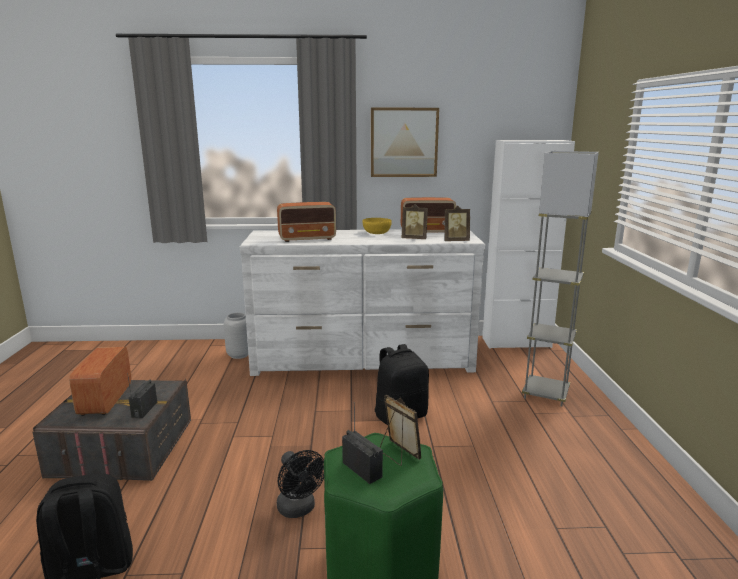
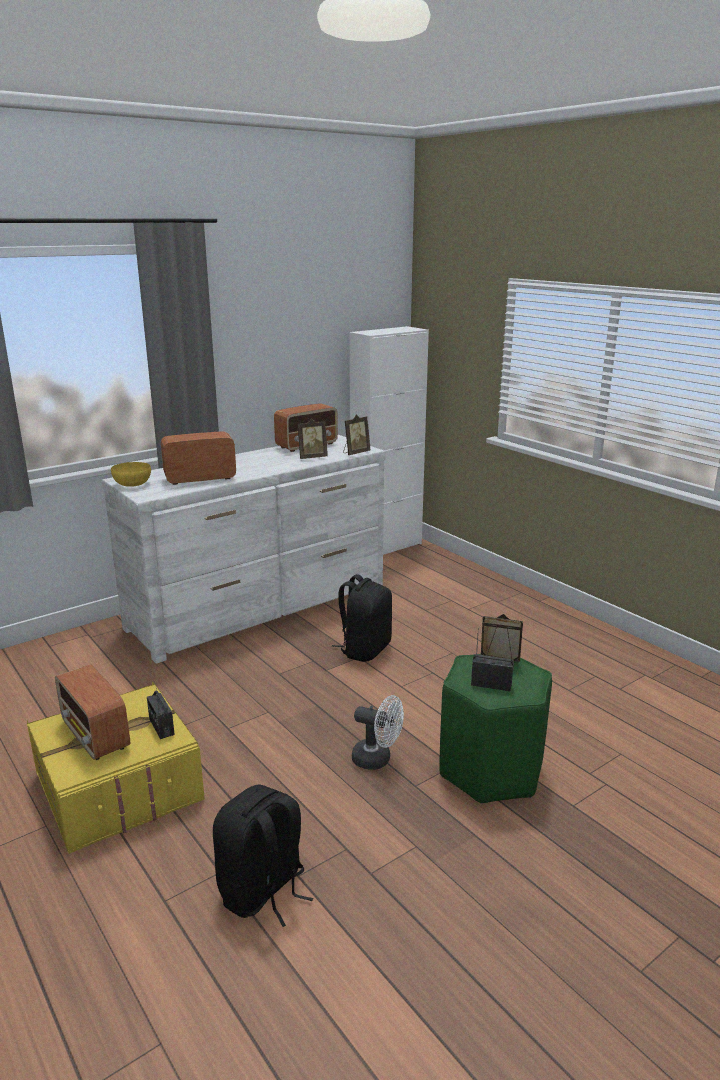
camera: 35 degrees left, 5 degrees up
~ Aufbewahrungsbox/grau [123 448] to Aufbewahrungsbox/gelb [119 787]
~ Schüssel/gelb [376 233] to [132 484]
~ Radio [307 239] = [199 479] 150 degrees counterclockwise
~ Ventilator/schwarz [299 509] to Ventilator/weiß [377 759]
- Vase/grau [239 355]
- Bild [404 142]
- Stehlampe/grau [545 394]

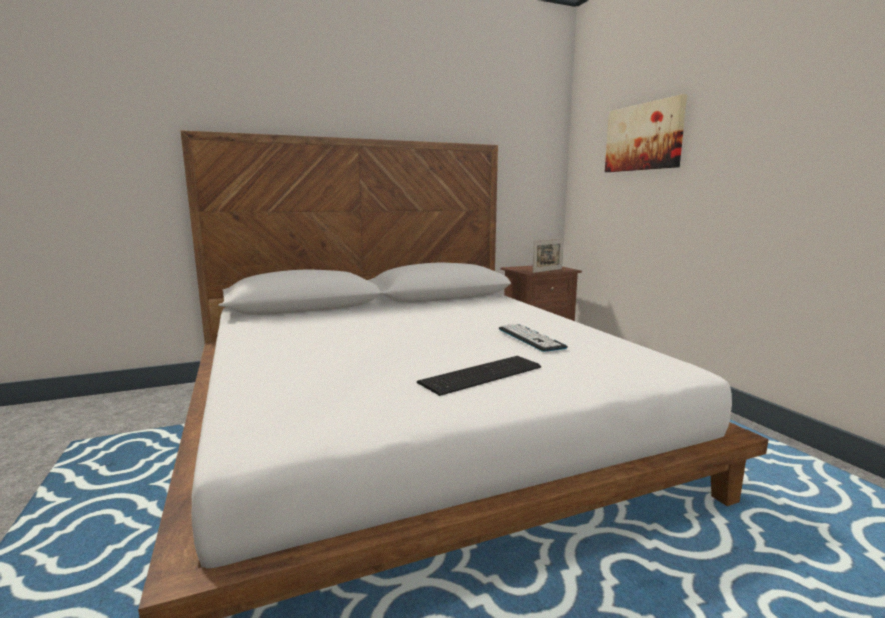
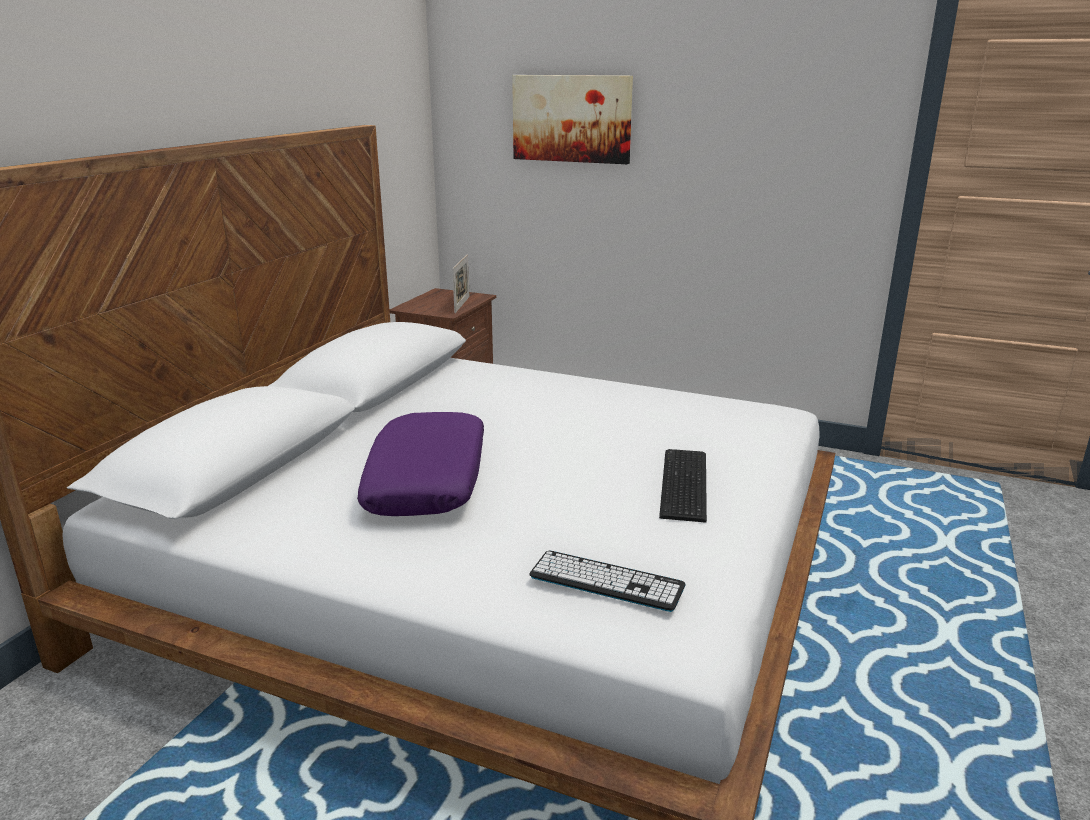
camera: 45 degrees left, 10 degrees up
+ Kissen/lila [428 480]
~ Tastatur [530 338] to [606 581]

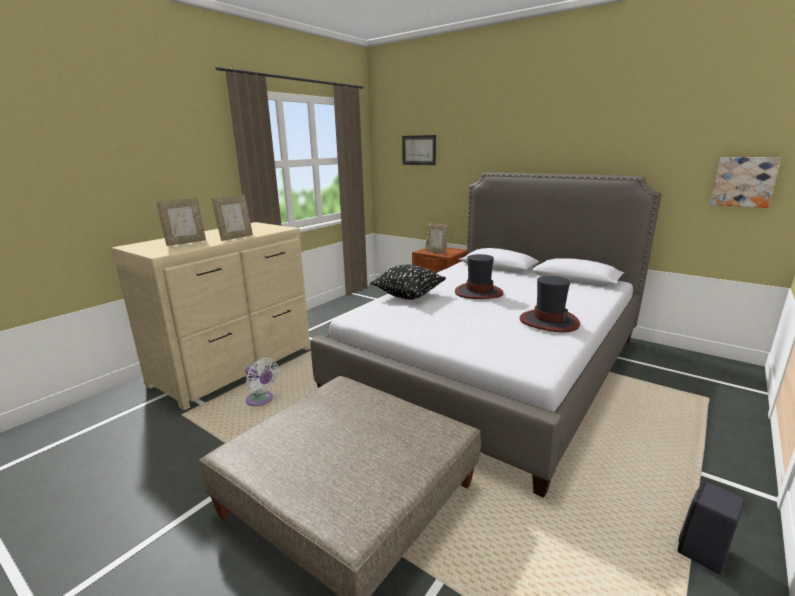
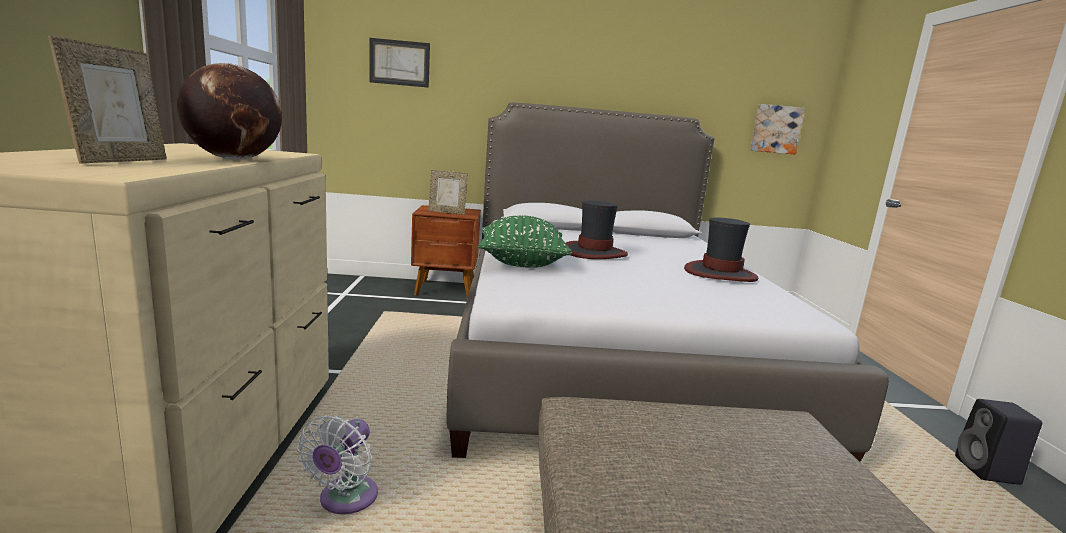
camera: 40 degrees left, 5 degrees down
~ Bilderrahmen [236 237] to Globus [234 159]
~ Ventilator/weiß [261 400] = [345 500] 105 degrees clockwise
~ Kissen/schwarz [408 295] to Kissen/grün [521 263]

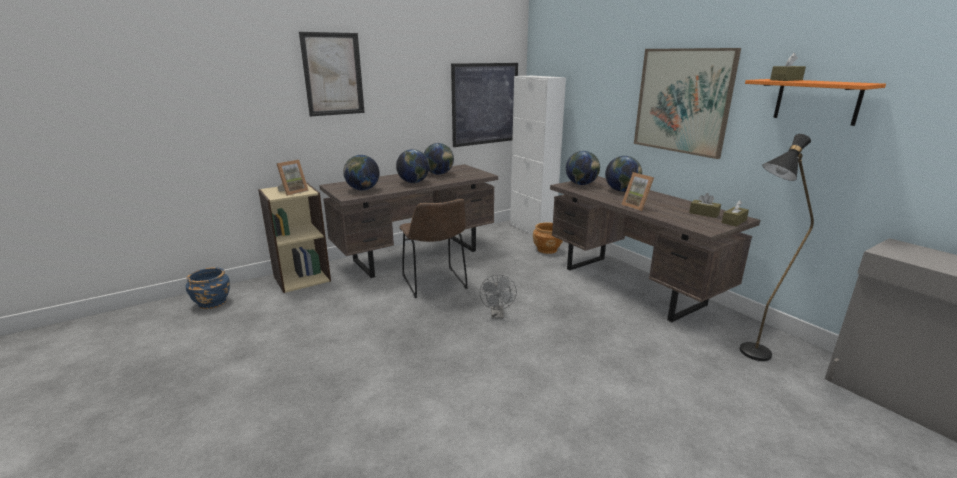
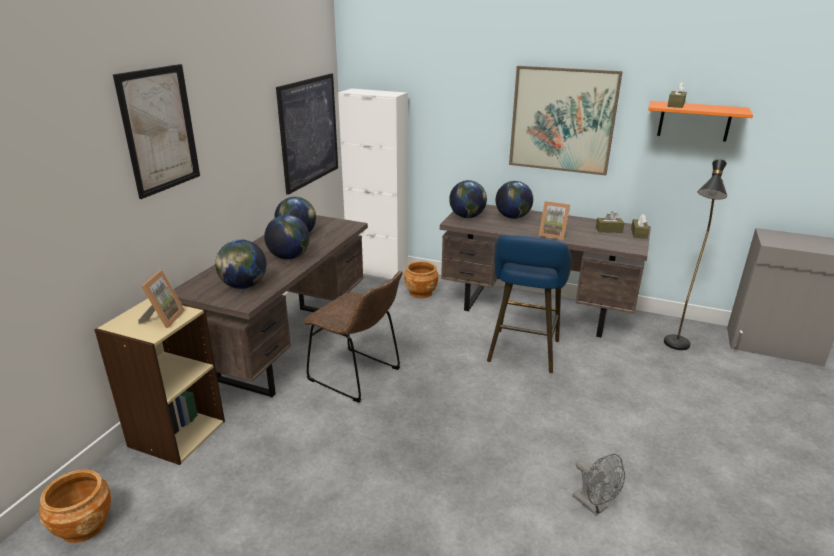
camera: 35 degrees left, 5 degrees up
~ Pflanzkübel/blau [212 302] to Pflanzkübel/braun [83 526]
+ Hocker/blau [523 353]
~ Ventilator/grau [497 315] to [594 505]

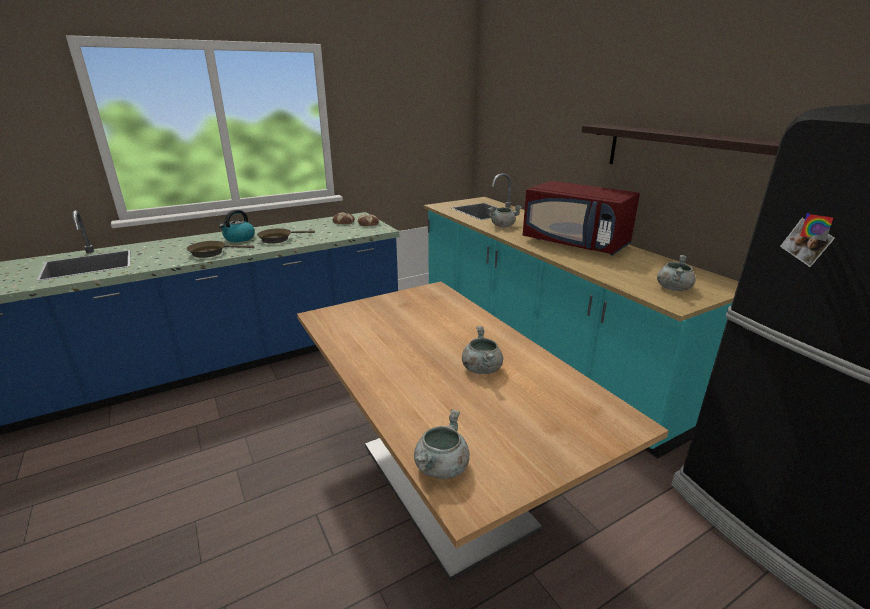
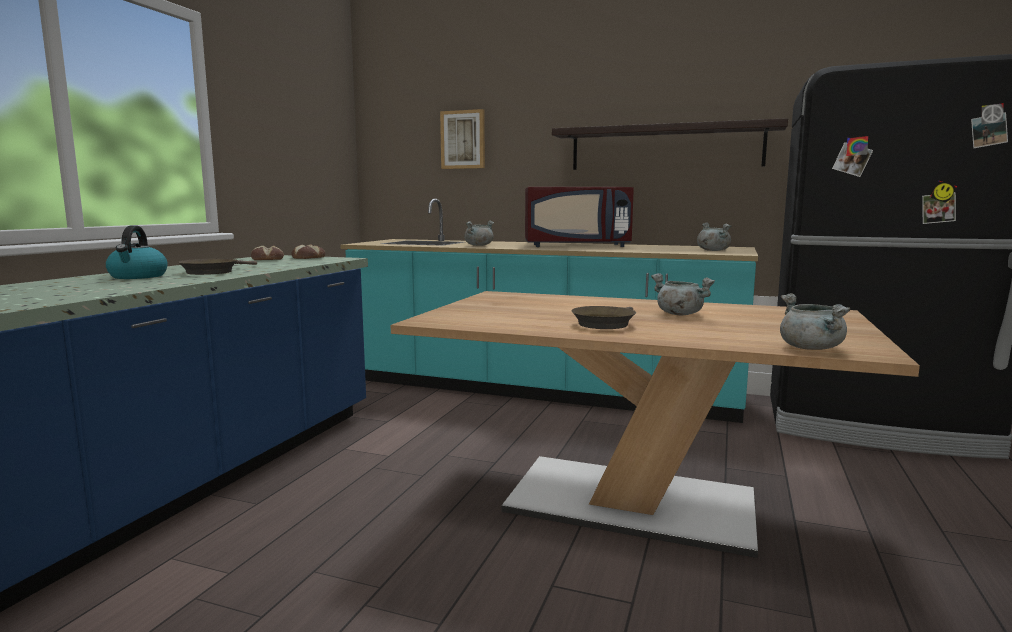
camera: 40 degrees left, 15 degrees down
+ Bild [463 139]
~ Pfanne/braun [211 253] to [605 323]

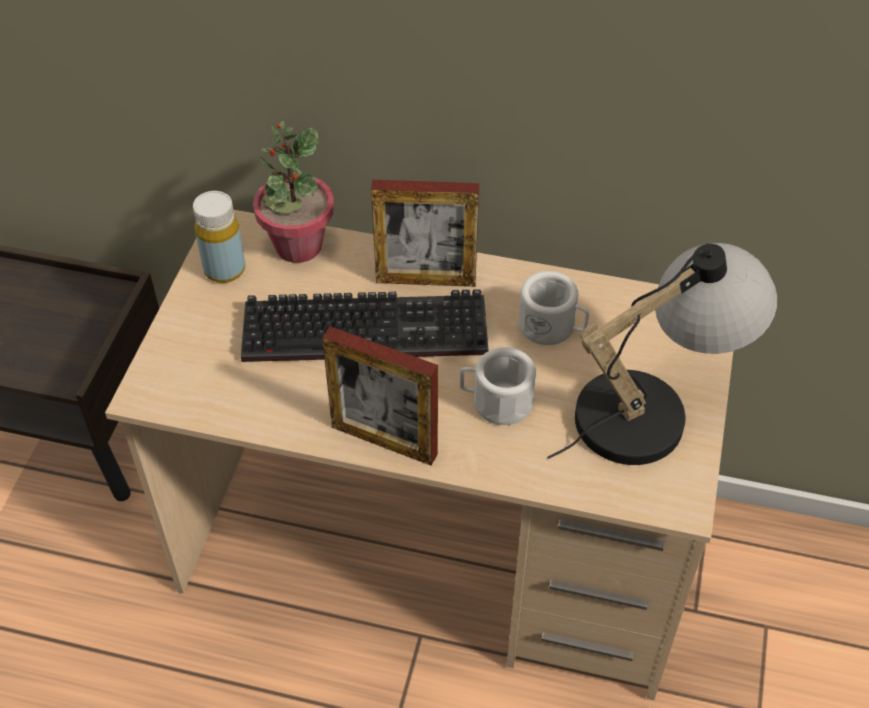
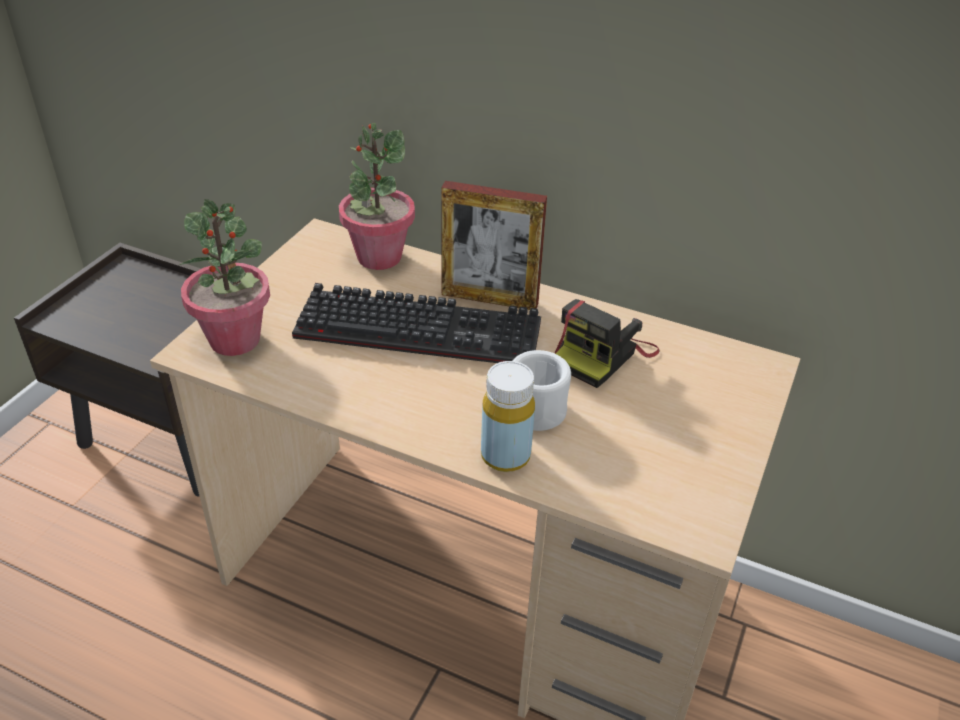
camera: 10 degrees right, 10 degrees down
+ Topfpflanze [235 340]
~ Flasche/gelb [224 269] to [505 456]
~ Henkelbecher/weiß [552 328] to Kamera [603 355]
- Bilderrahmen [384 440]
- Tischlampe [654 408]

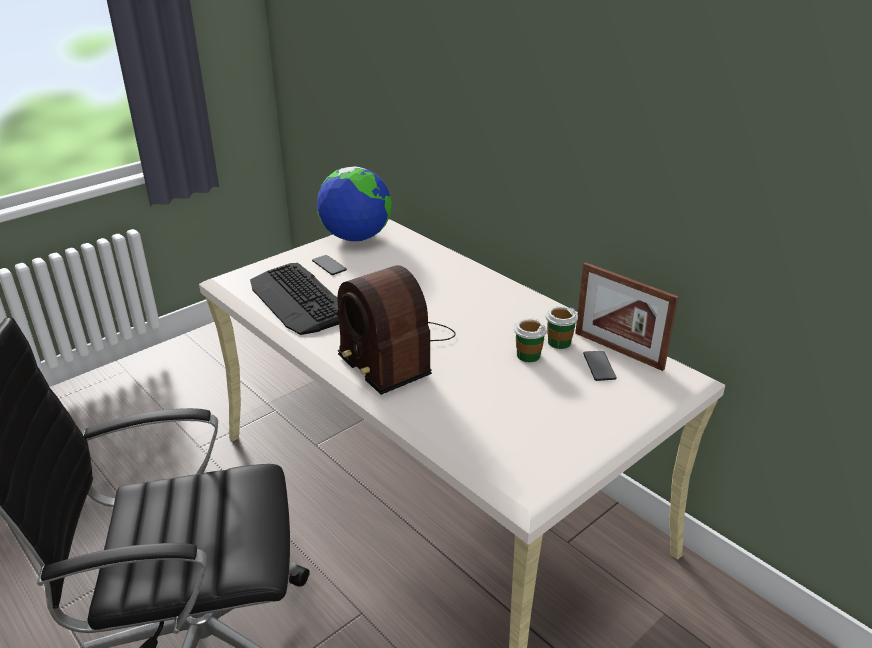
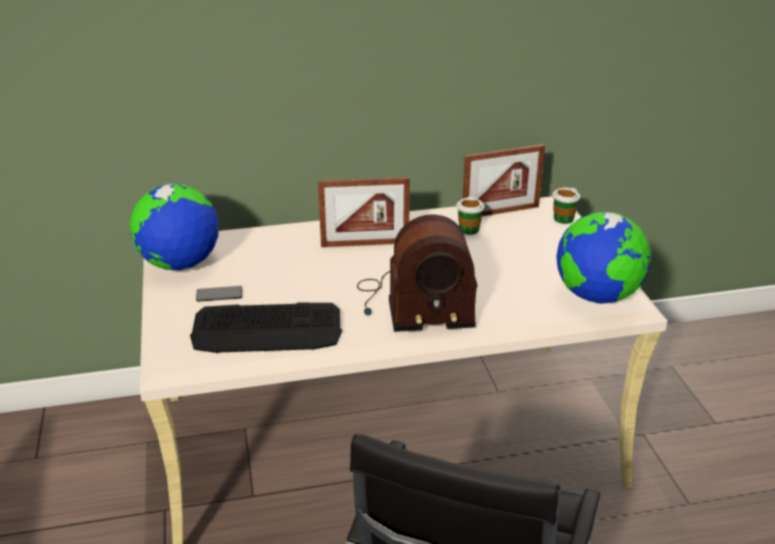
camera: 60 degrees left, 0 degrees up
+ Bilderrahmen [365 244]
~ Tasse [528 355] to [563 219]
+ Globus [597 296]
- Handy [599 366]

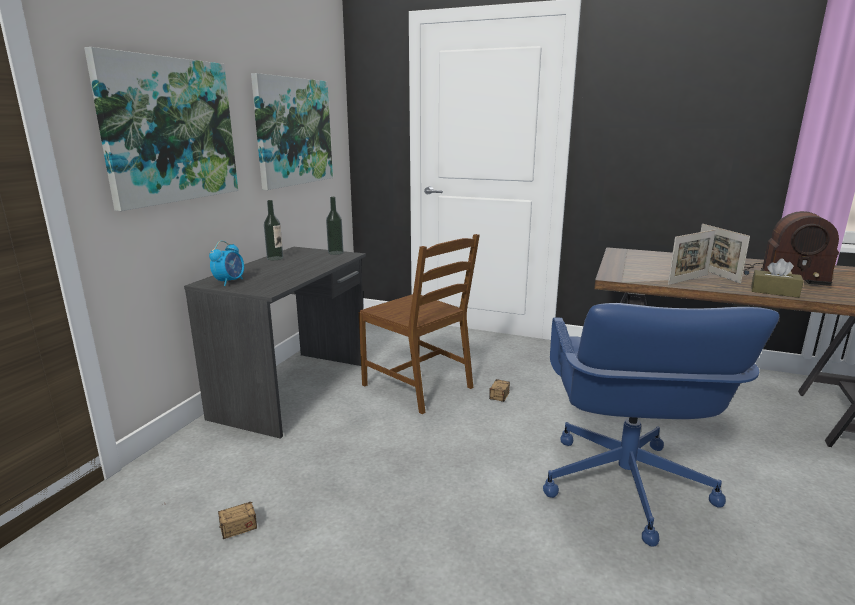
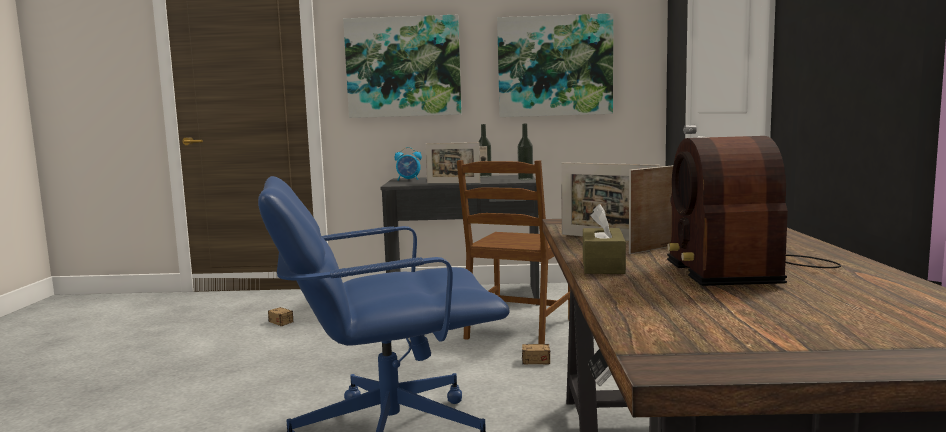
camera: 70 degrees right, 10 degrees down
+ Bilderrahmen [453 183]

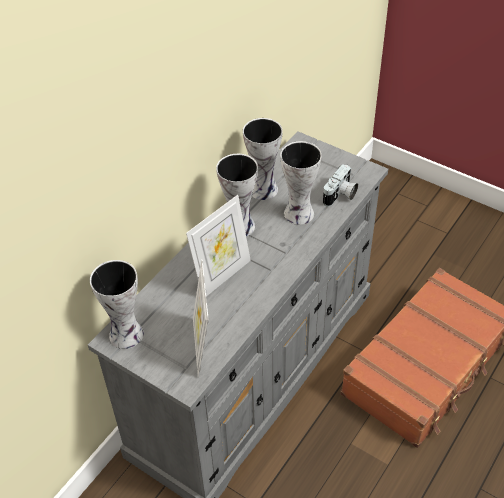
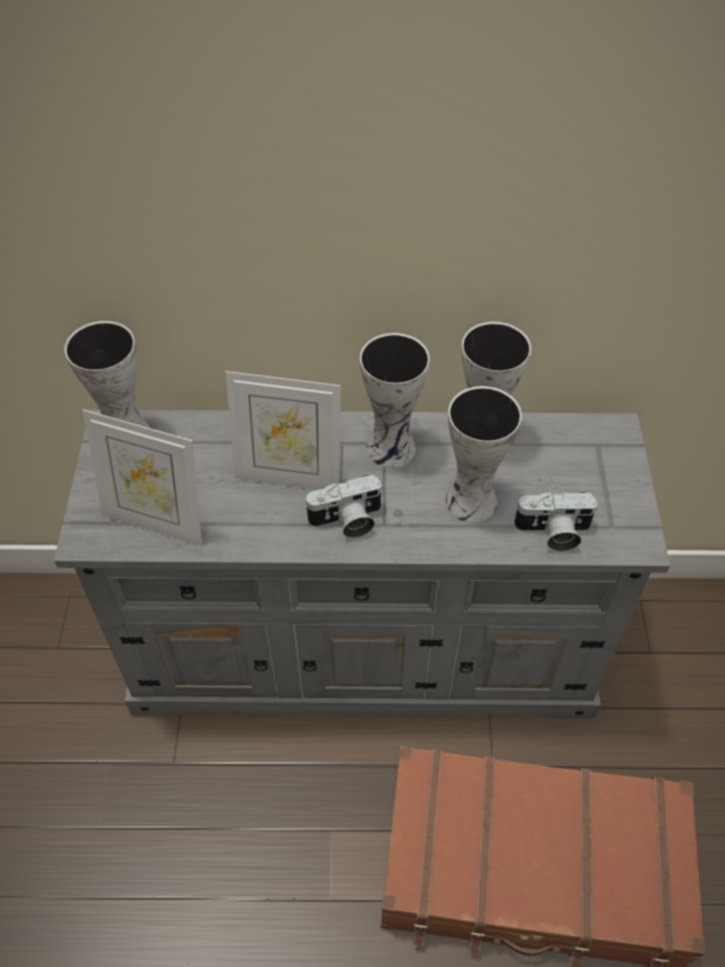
camera: 55 degrees right, 5 degrees up
~ Bilderrahmen [203 346] = [156 521] 120 degrees counterclockwise
+ Kamera [347 521]

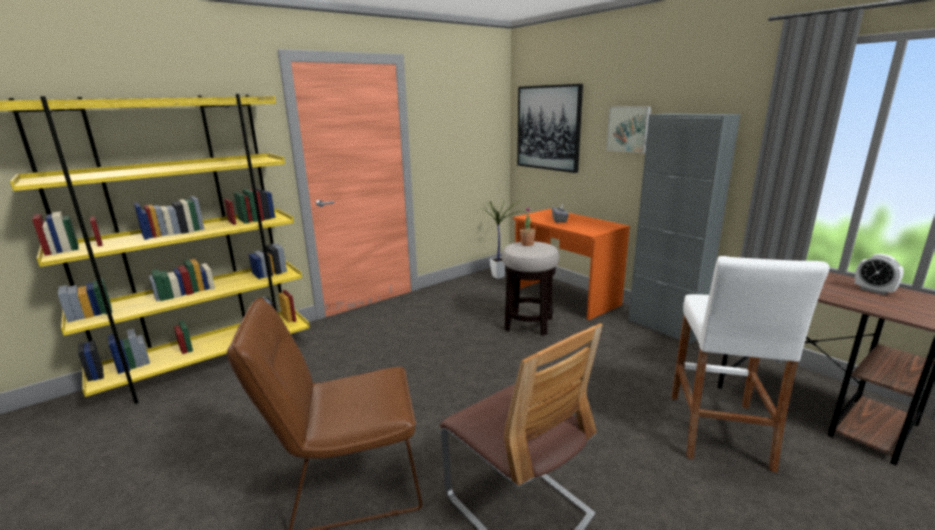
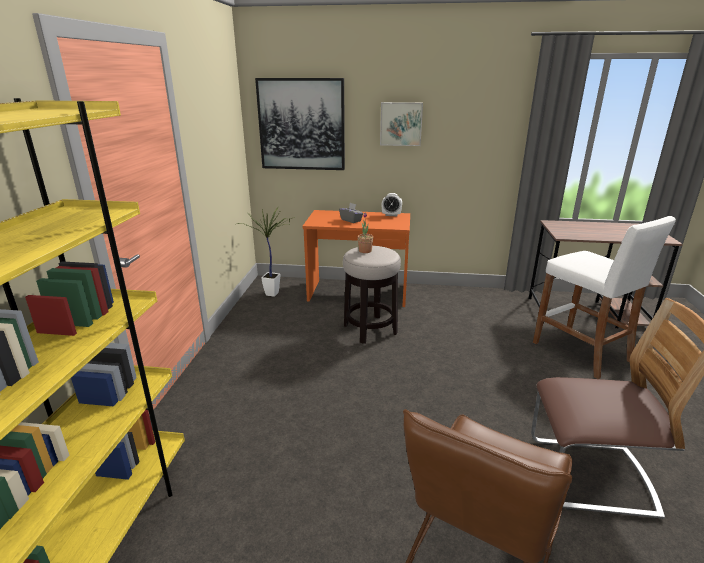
camera: 45 degrees left, 5 degrees up
~ Wecker [873 290] to [391 215]
- Schrank/grau [664 327]

